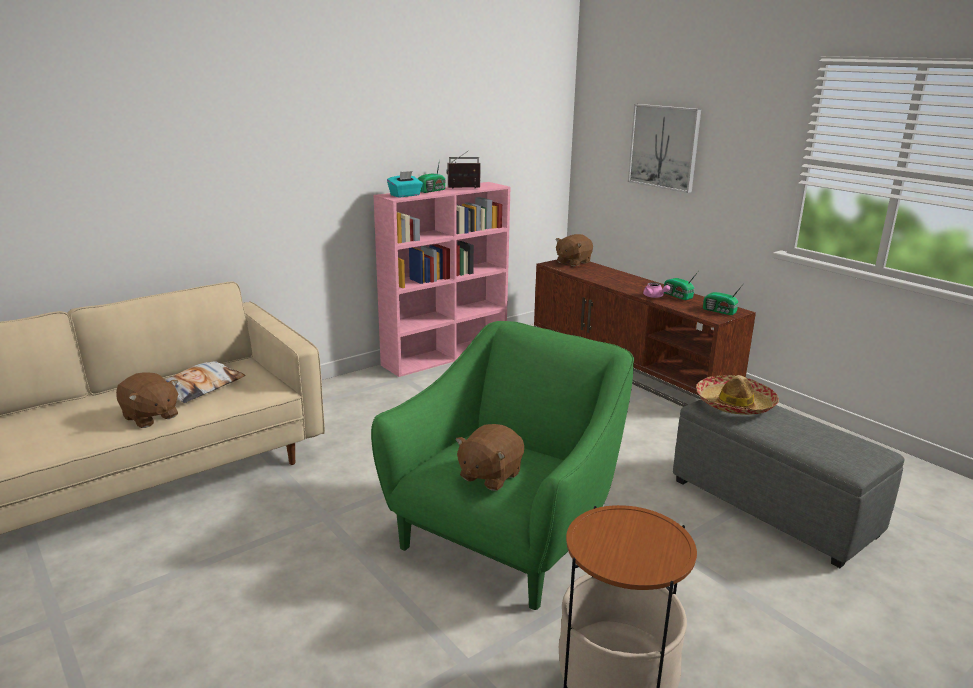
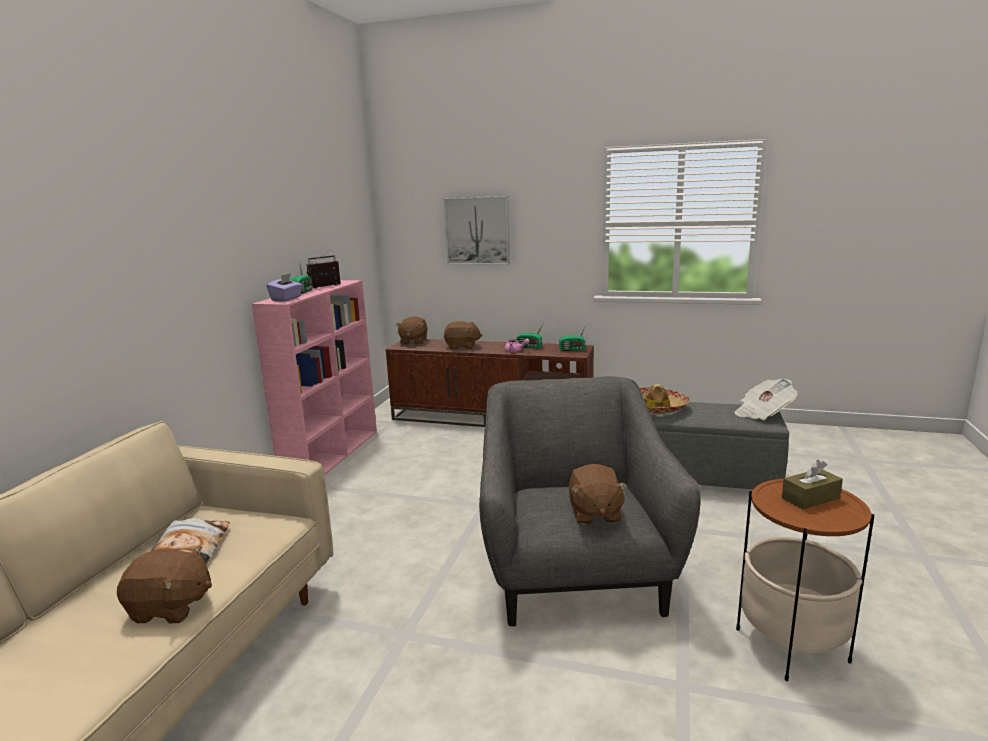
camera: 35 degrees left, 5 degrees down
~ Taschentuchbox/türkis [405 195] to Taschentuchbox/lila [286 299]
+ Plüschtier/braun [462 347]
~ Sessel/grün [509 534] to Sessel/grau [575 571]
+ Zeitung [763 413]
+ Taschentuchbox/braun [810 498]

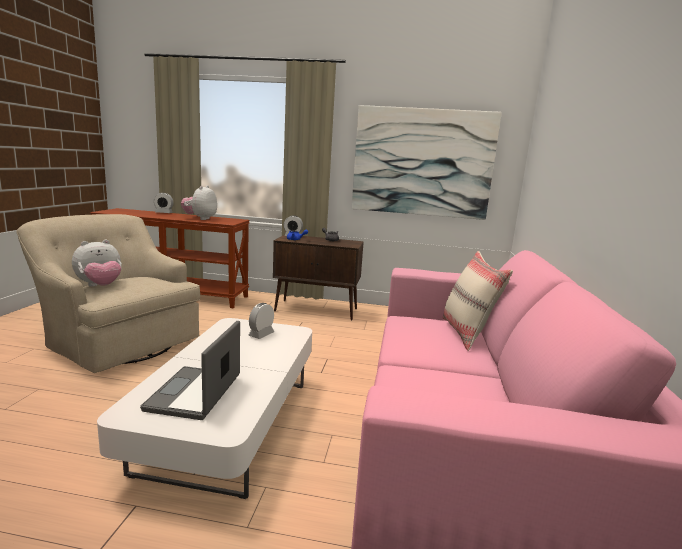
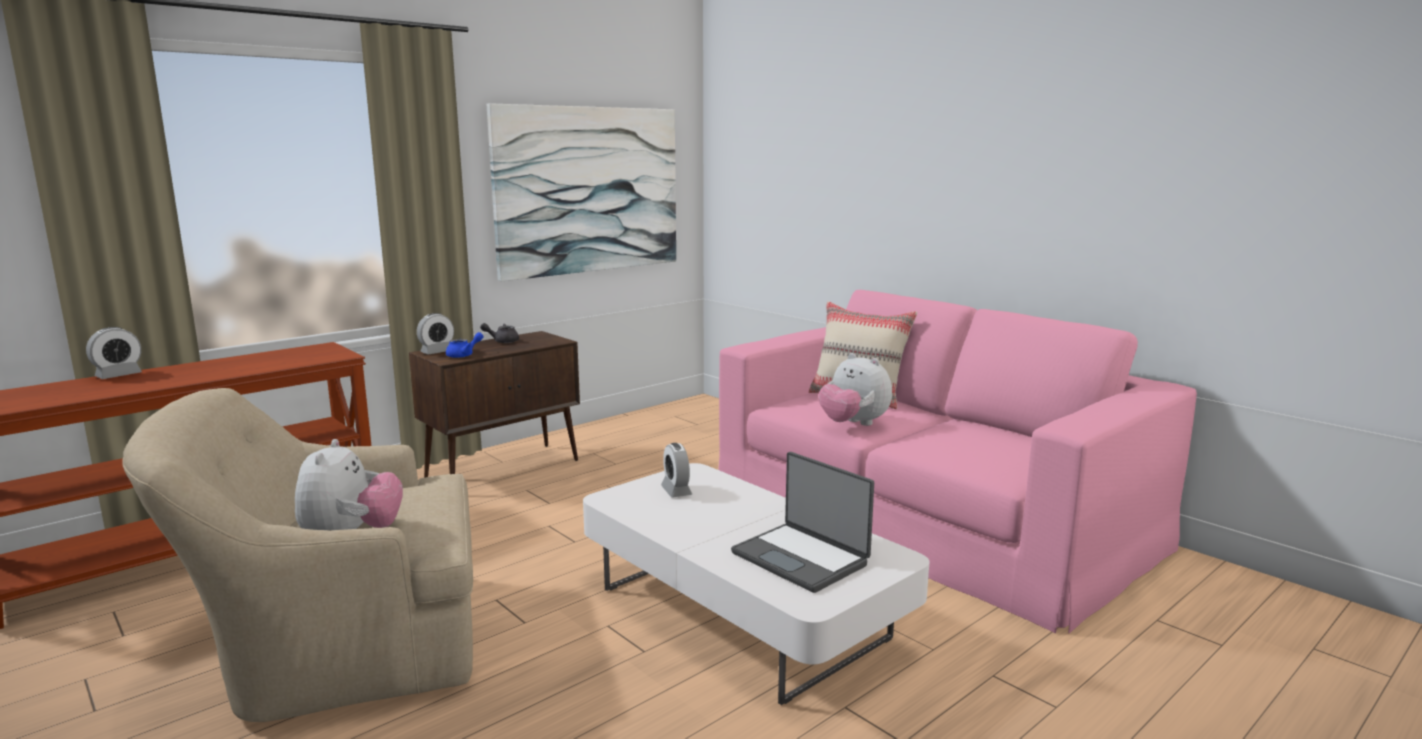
camera: 50 degrees left, 0 degrees up
~ Plüschtier [200 218] to [853 424]

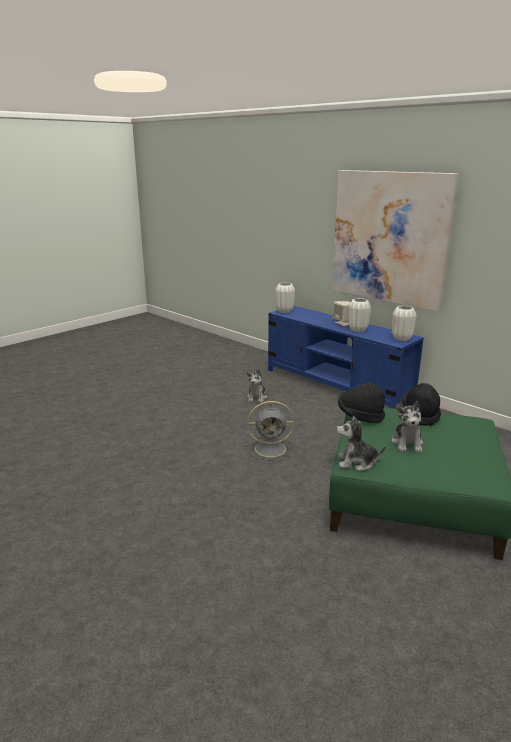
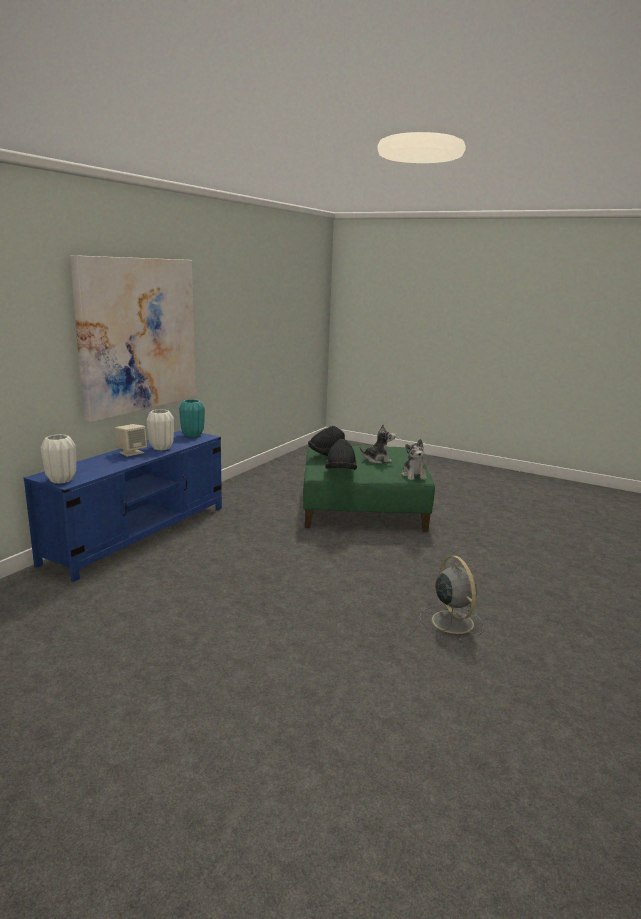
camera: 105 degrees left, 5 degrees down
~ Vase/weiß [402 339] to Vase/türkis [192 435]
~ Ventilator/grau [272 449] to [451 621]
- Plüschtier [257 397]

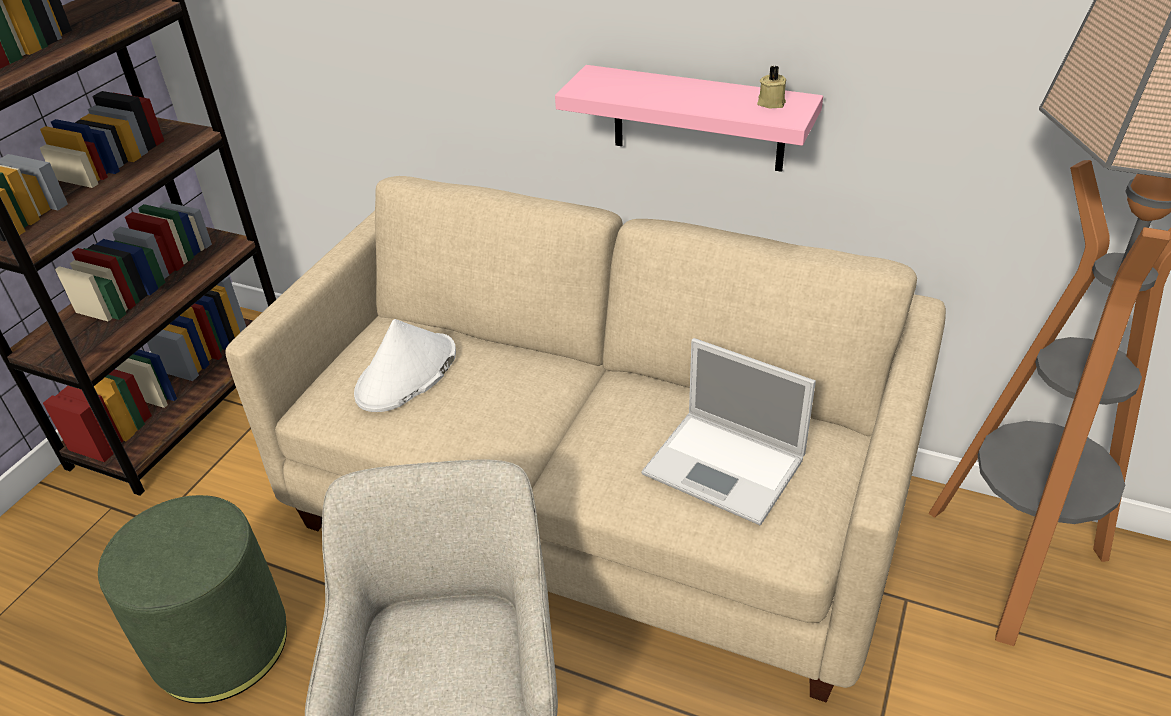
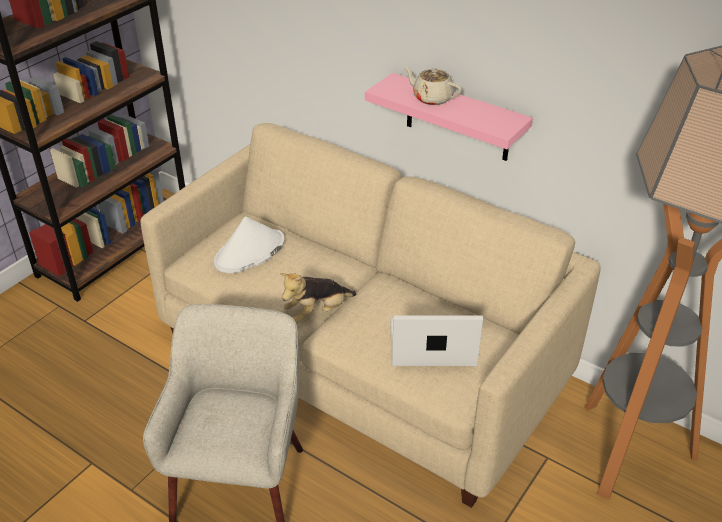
camera: 10 degrees right, 0 degrees up
+ Plüschtier [317 312]
~ Laptop [726 467] = [430 344] 135 degrees clockwise
+ Teekanne/beige [431 98]
- Polsterhocker/grün [221 645]
- Kerze/beige [770 102]

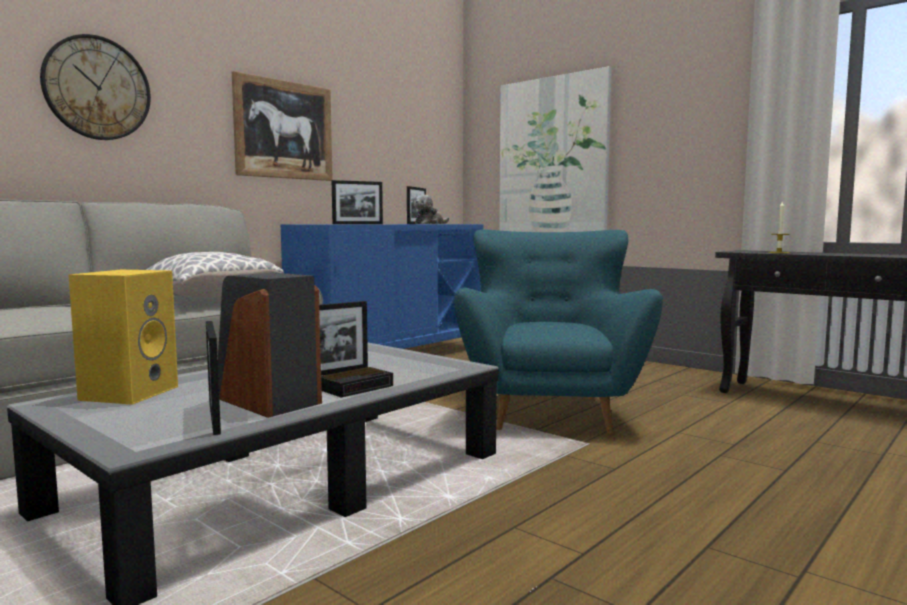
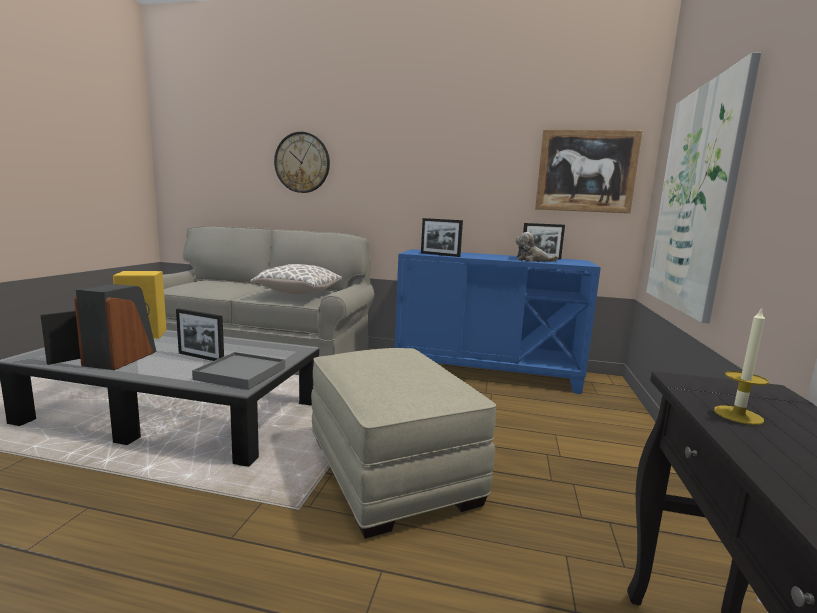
camera: 60 degrees right, 5 degrees up
+ Tablett/grau [241 374]
~ Sessel/türkis [549 412] to Polsterhocker/beige [391 470]
~ Bild [284 130] to [586 171]
- Wecker [357 387]

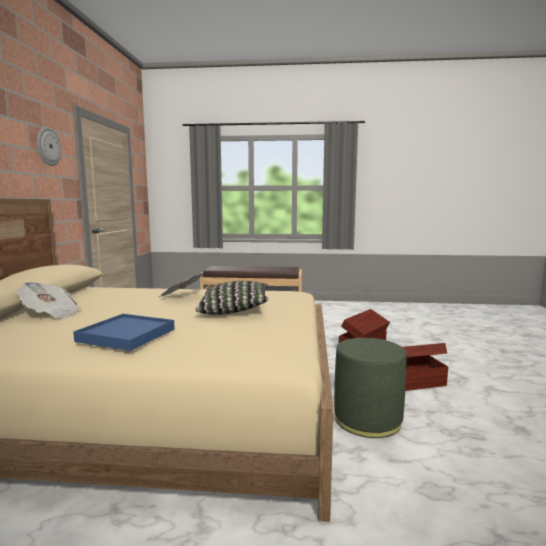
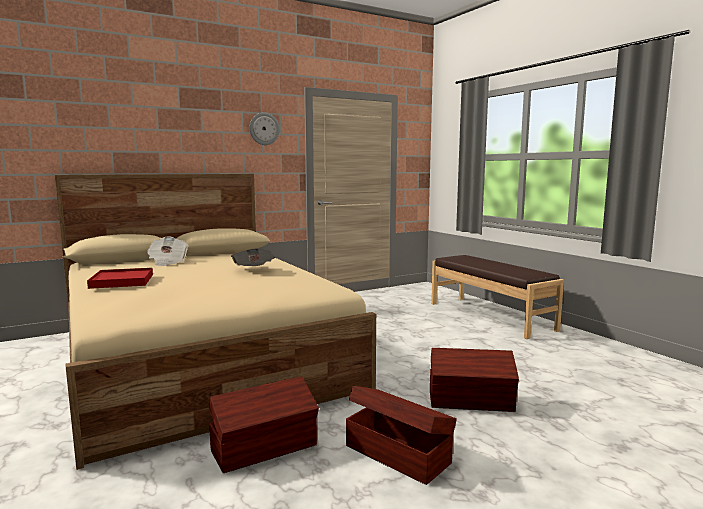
camera: 55 degrees right, 0 degrees up
~ Tablett/blau [127 335] to Tablett/rot [122 281]
~ Polsterhocker/grün [367 419] to Aufbewahrungsbox/braun [265 448]
- Kissen [234 311]

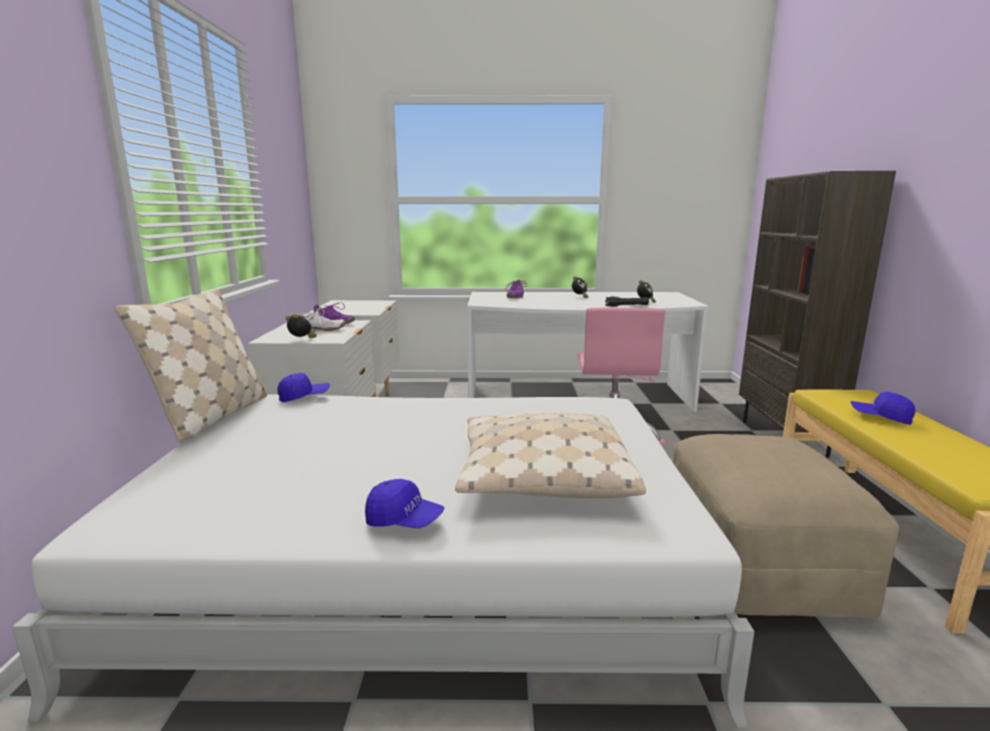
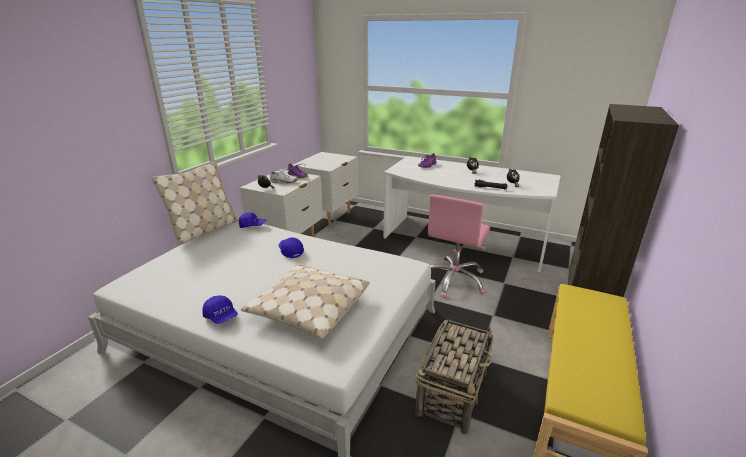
camera: 25 degrees right, 10 degrees up
~ Kappe/blau [880 417] to [290 251]
~ Polsterhocker/beige [755 563] to Korb [453 391]

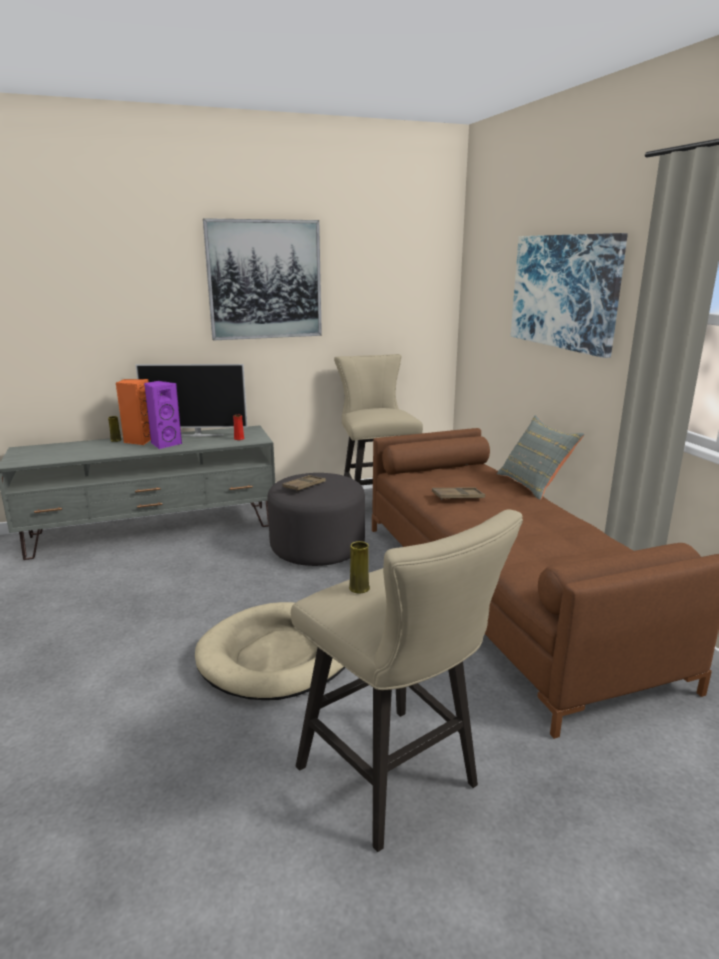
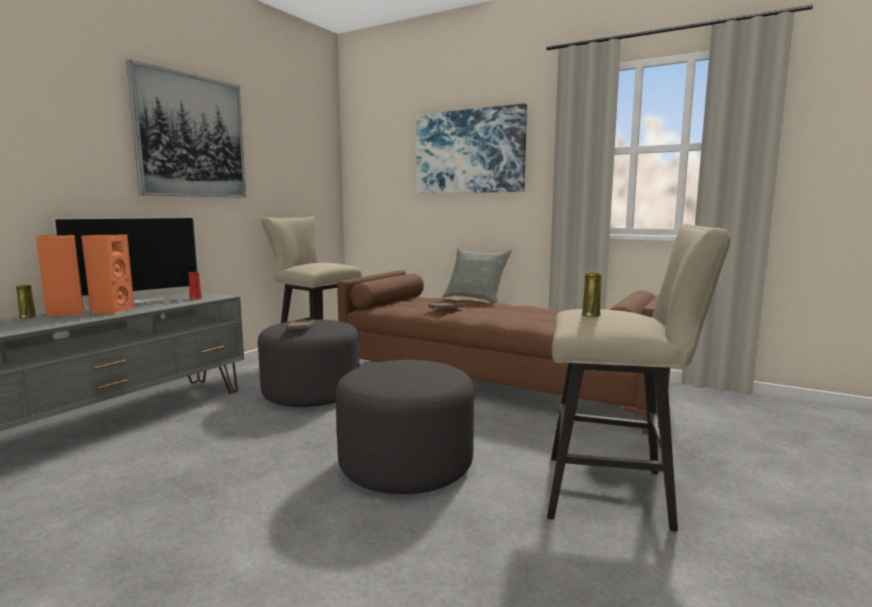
camera: 40 degrees left, 10 degrees down
~ Lautsprecher/lila [165 444] to Lautsprecher/orange [111 310]
~ Hundebett/beige [278 655] to Polsterhocker/grau [406 464]

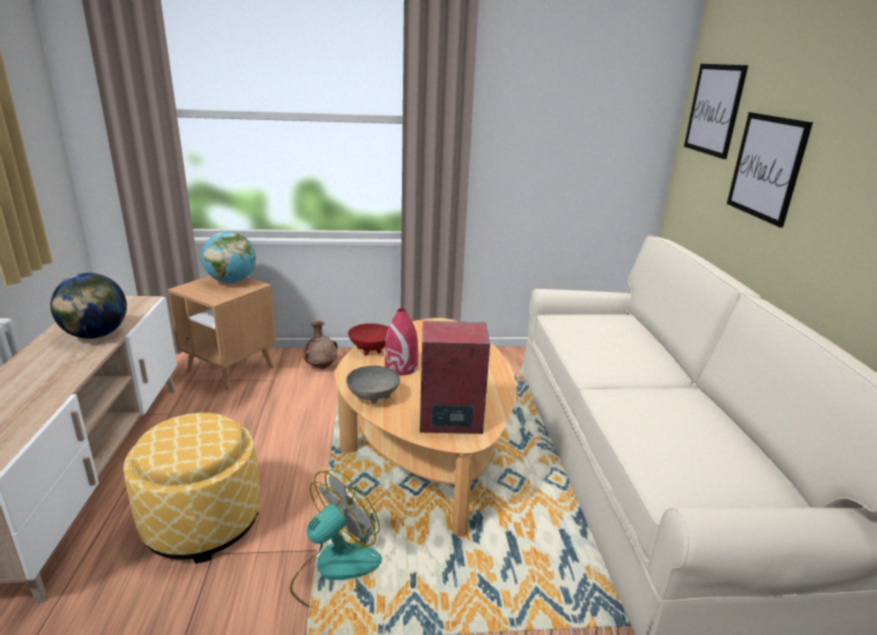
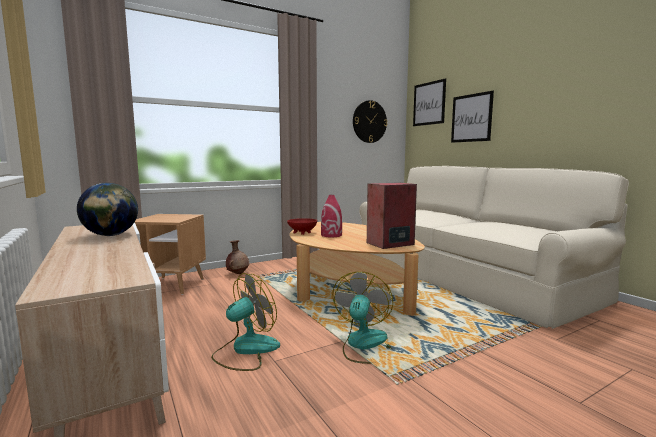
camera: 25 degrees left, 15 degrees down
~ Polsterhocker [202 522] to Ventilator [246 350]
+ Wanduhr [369 122]
- Globus [231 281]
- Schüssel/grau [372 398]

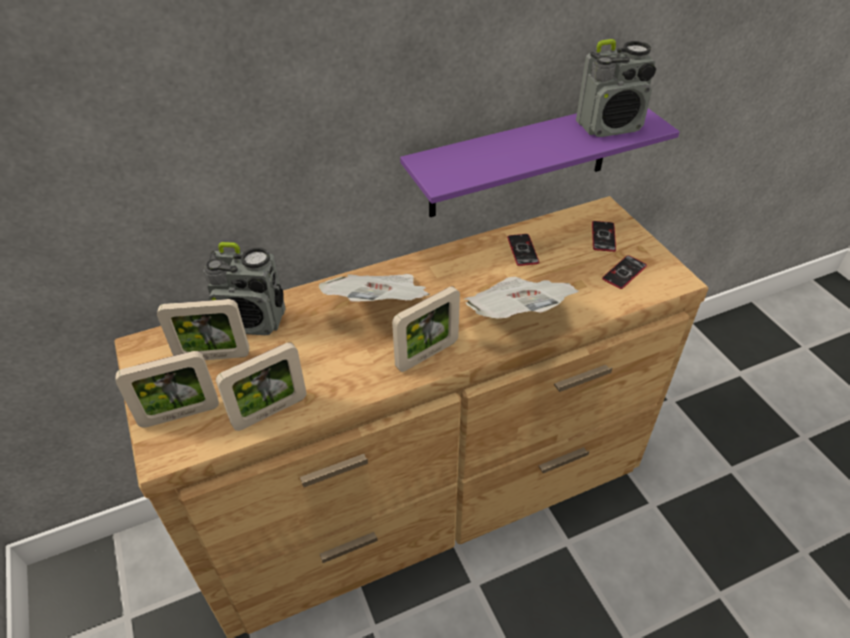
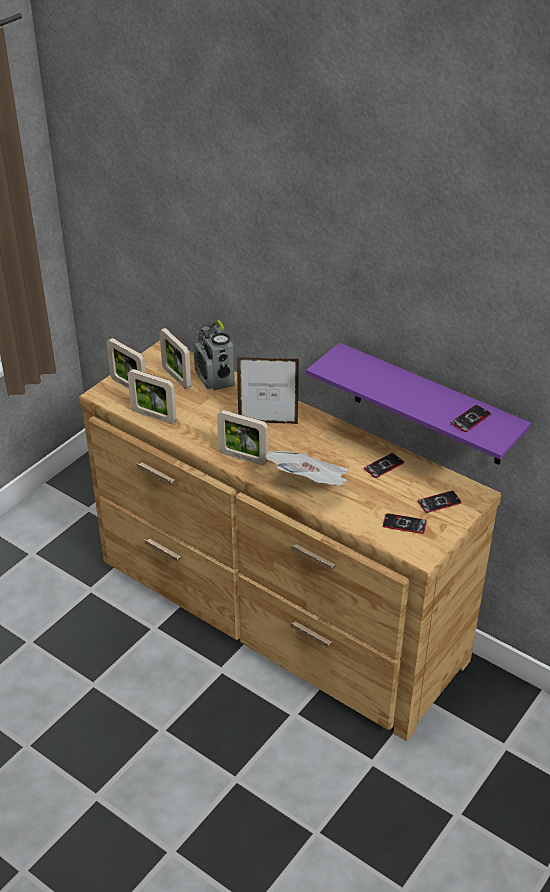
camera: 60 degrees right, 5 degrees down
~ Zeitung [380 307] to Bilderrahmen [268 423]
~ Radio [610 126] to Handy [470 419]

